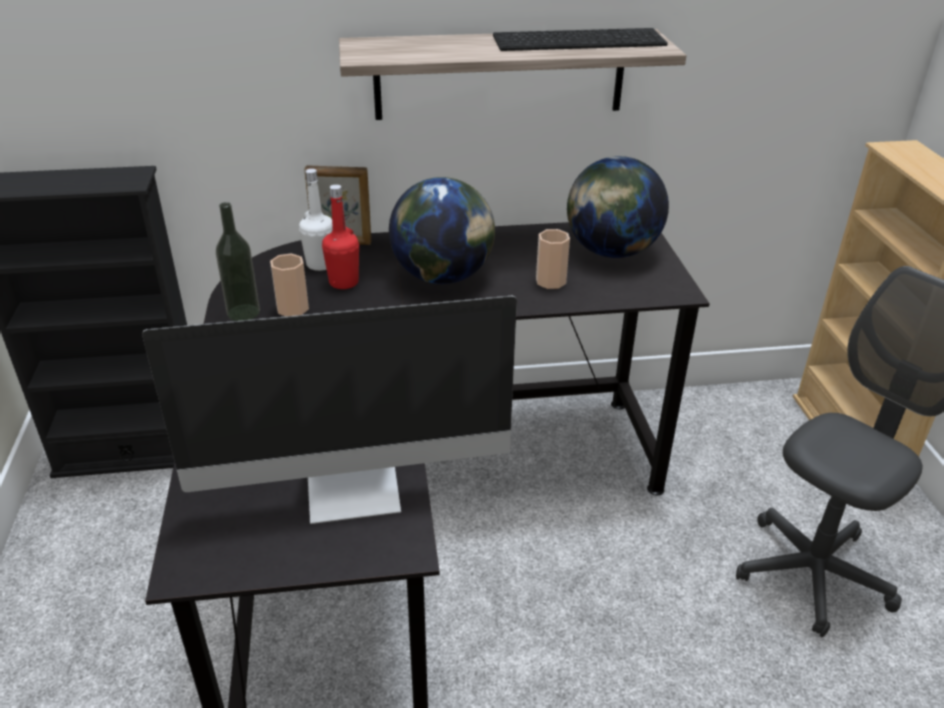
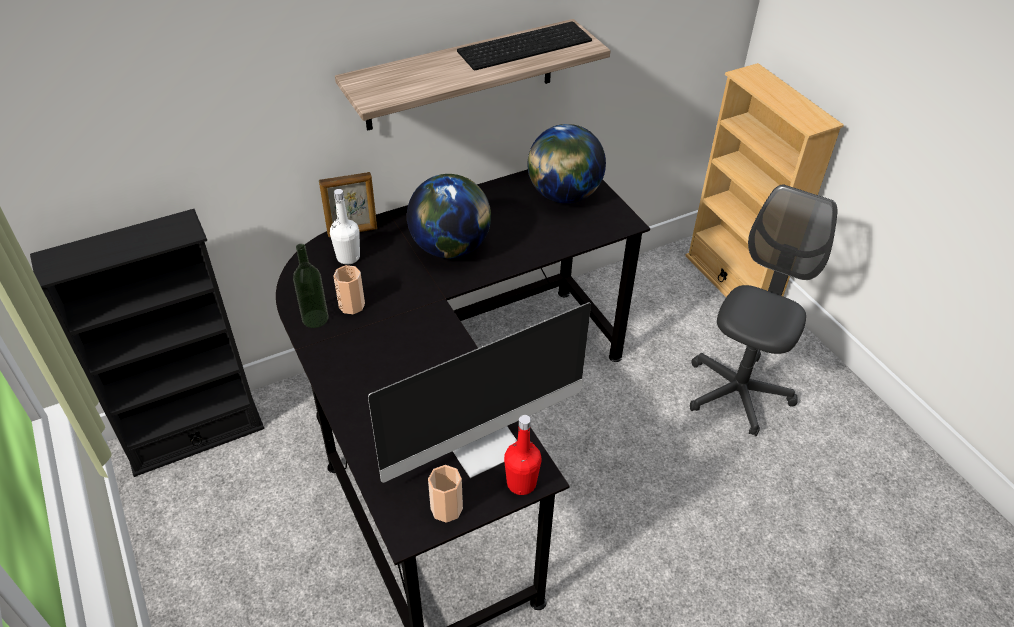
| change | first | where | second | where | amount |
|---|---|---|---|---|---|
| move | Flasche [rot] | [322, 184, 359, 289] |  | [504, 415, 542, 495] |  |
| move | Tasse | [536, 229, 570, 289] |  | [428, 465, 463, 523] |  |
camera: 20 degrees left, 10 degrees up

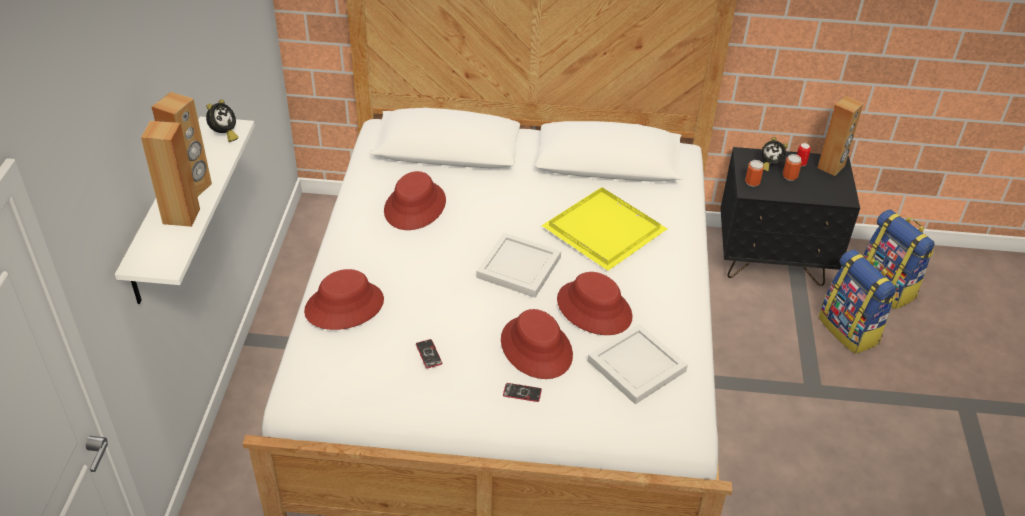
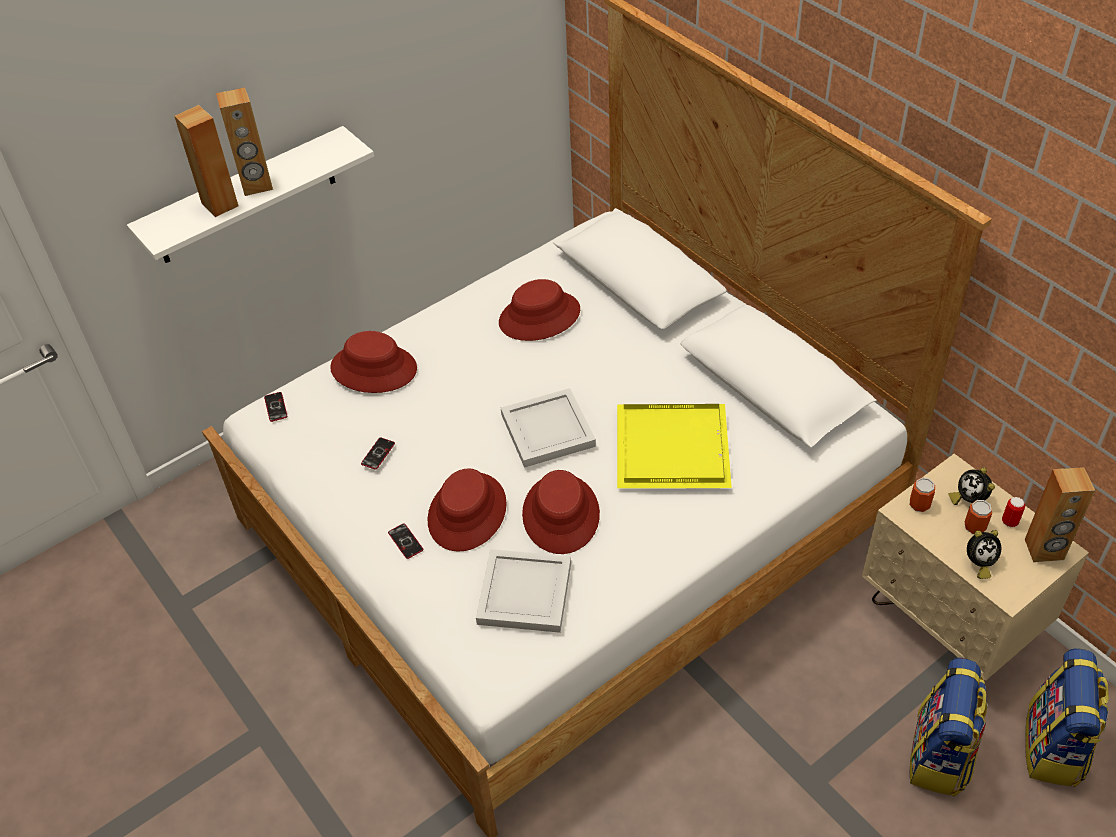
| change | first | where | second | where | amount |
|---|---|---|---|---|---|
| move | Wecker | [206, 100, 239, 142] |  | [967, 530, 1001, 579] |  |
| recolor | Nachttisch [schwarz] | [720, 147, 860, 286] | Nachttisch [beige] | [862, 454, 1089, 681] |  |
| insert |  |  | Handy | [264, 392, 288, 422] |  |
camera: 50 degrees right, 5 degrees up

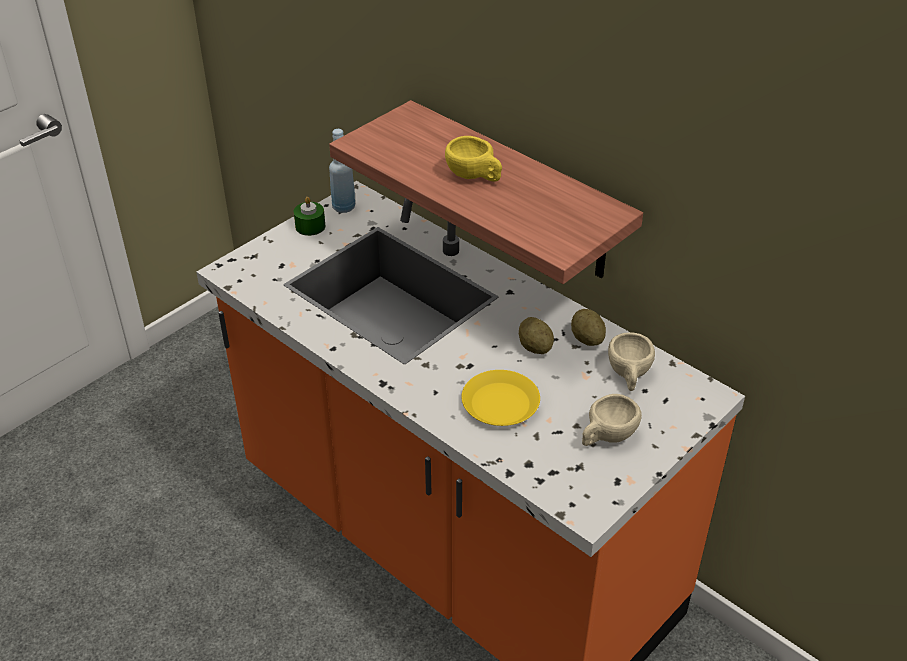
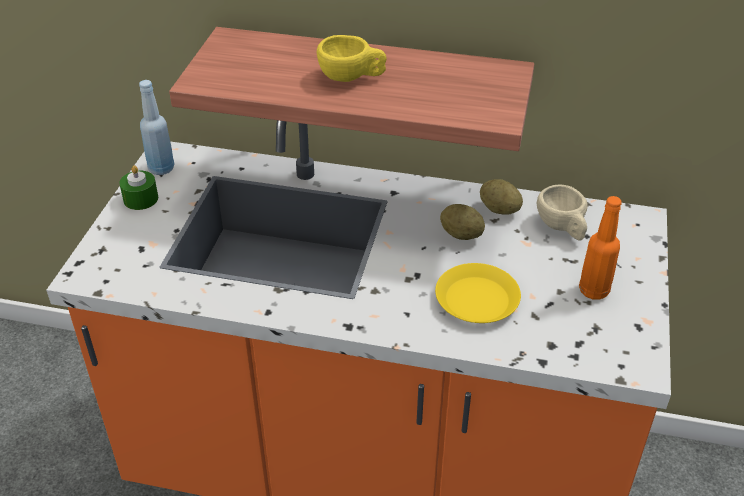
| change | first | where | second | where | amount |
|---|---|---|---|---|---|
| replace | Tasse [beige] | [582, 394, 642, 446] | Flasche [orange] | [579, 196, 622, 300] |  |
camera: 30 degrees left, 0 degrees up

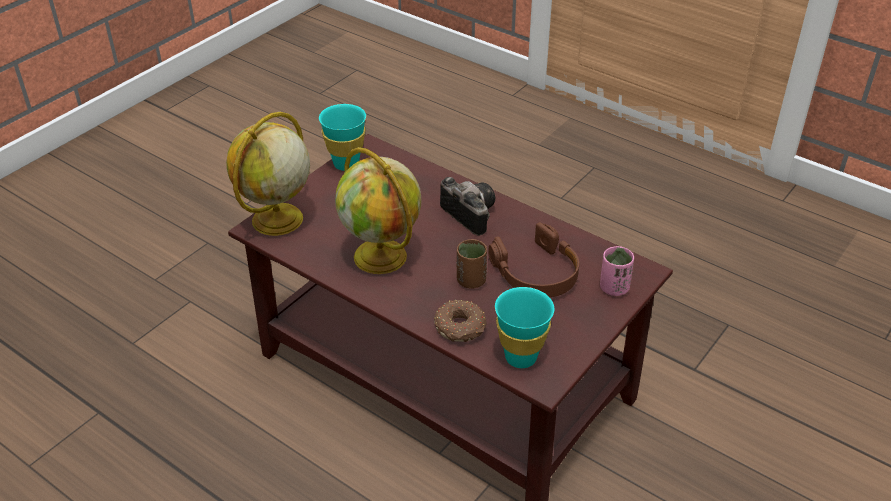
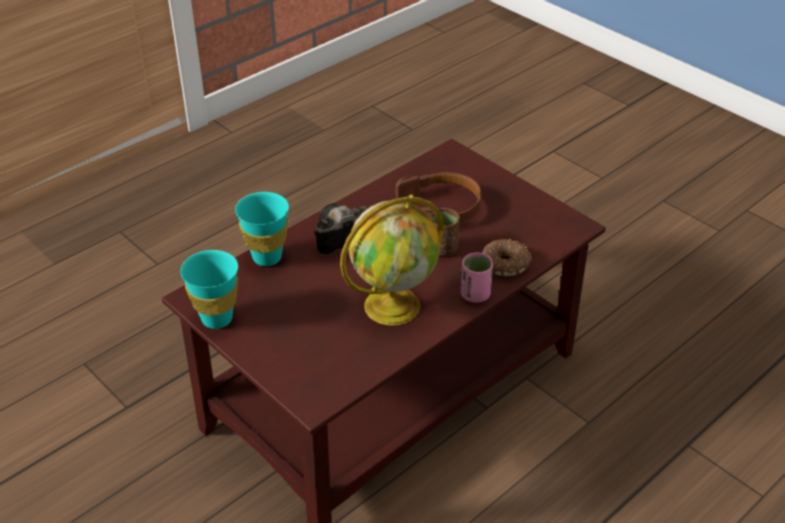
| change | first | where | second | where | amount |
|---|---|---|---|---|---|
| delete | Globus | [226, 112, 310, 236] |  |  |  |
| move | Tasse [türkis] | [495, 287, 554, 368] |  | [235, 192, 289, 266] |  |
| move | Tasse [rosa] | [600, 246, 634, 296] |  | [461, 252, 493, 303] |  |
camera: 80 degrees left, 0 degrees up

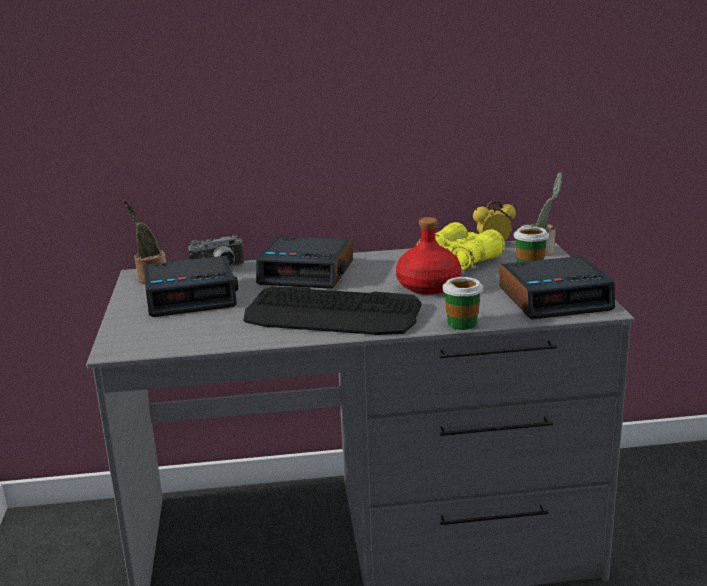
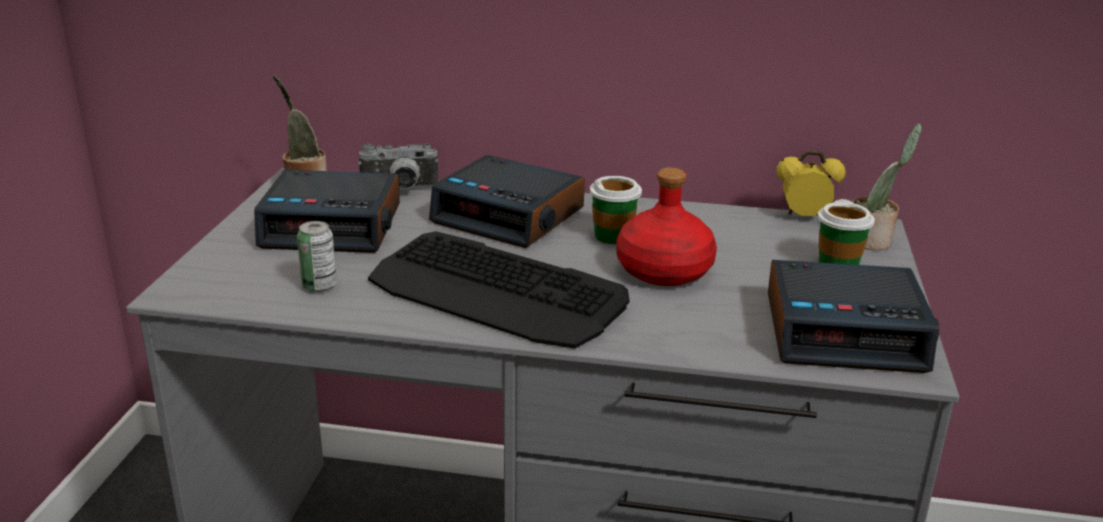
| change | first | where | second | where | amount |
|---|---|---|---|---|---|
| delete | Fernglas [gelb] | [416, 222, 505, 271] |  |  |  |
| move | Tasse | [442, 277, 483, 330] |  | [590, 176, 642, 244] |  |
| insert |  |  | Dose | [297, 221, 337, 292] |  |
camera: 15 degrees right, 5 degrees up

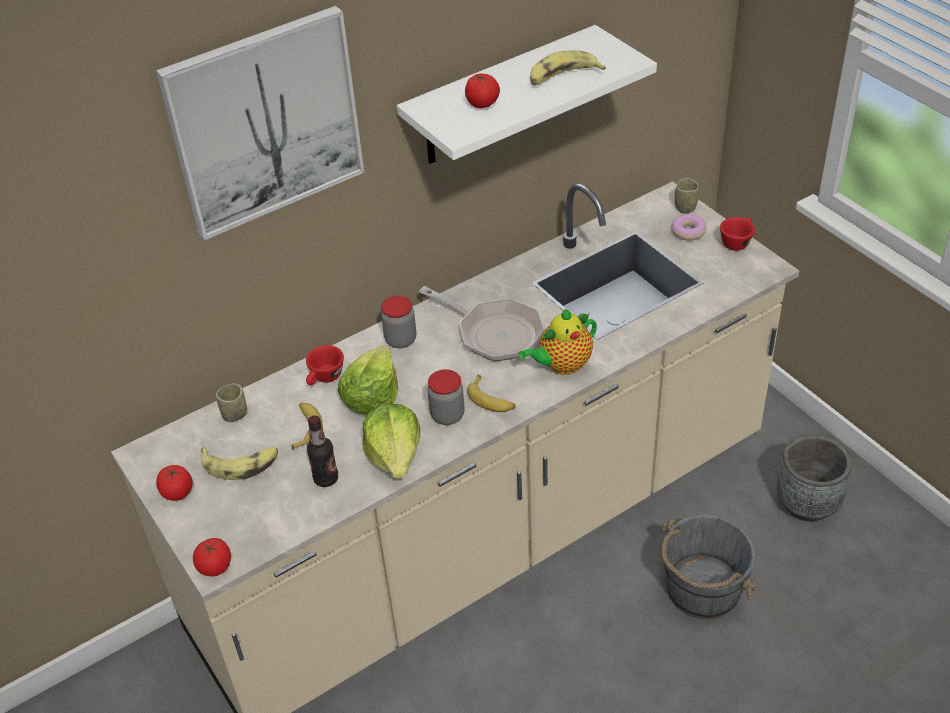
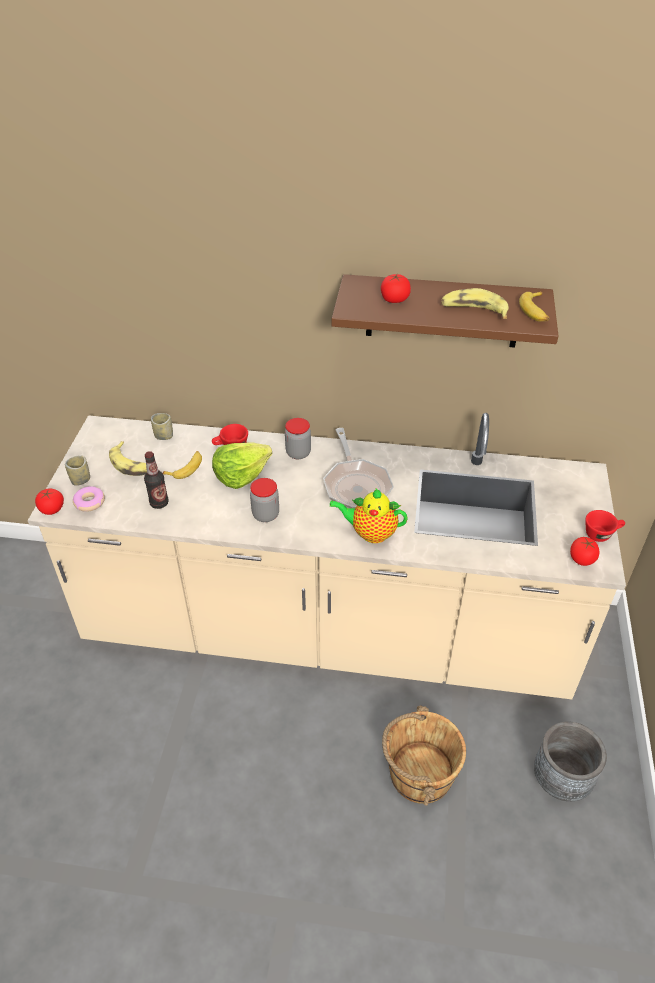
| change | first | where | second | where | amount |
|---|---|---|---|---|---|
| delete | Bild | [156, 6, 365, 241] |  |  |  |
| move | Tomate | [156, 465, 193, 501] |  | [570, 537, 600, 566] |  |
| delete | Salatkopf | [362, 403, 420, 479] |  |  |  |
| recolor | Wandregal [weiß] | [397, 25, 657, 164] | Wandregal [braun] | [332, 274, 558, 348] |  |
| move | Banane | [467, 375, 516, 412] |  | [519, 291, 549, 321] |  |
| recolor | Eimer [grau] | [661, 514, 757, 619] | Eimer [braun] | [382, 705, 466, 806] |  |
| move | Donut | [672, 214, 706, 241] |  | [73, 486, 105, 512] |  |
| move | Tasse | [675, 178, 699, 214] |  | [65, 455, 90, 486] |  |
camera: 40 degrees right, 0 degrees up

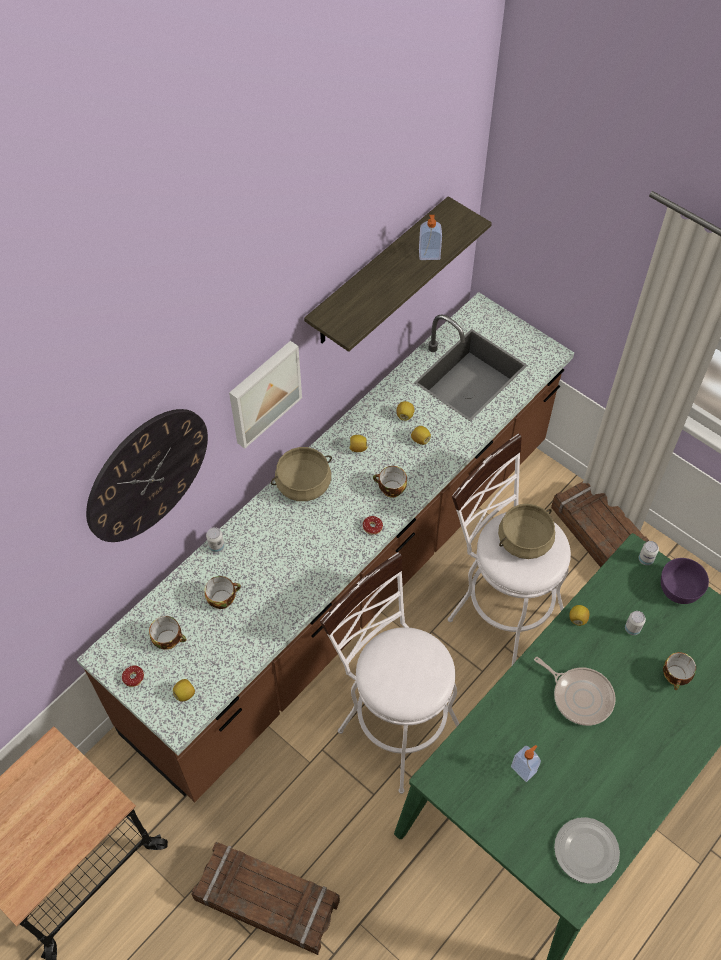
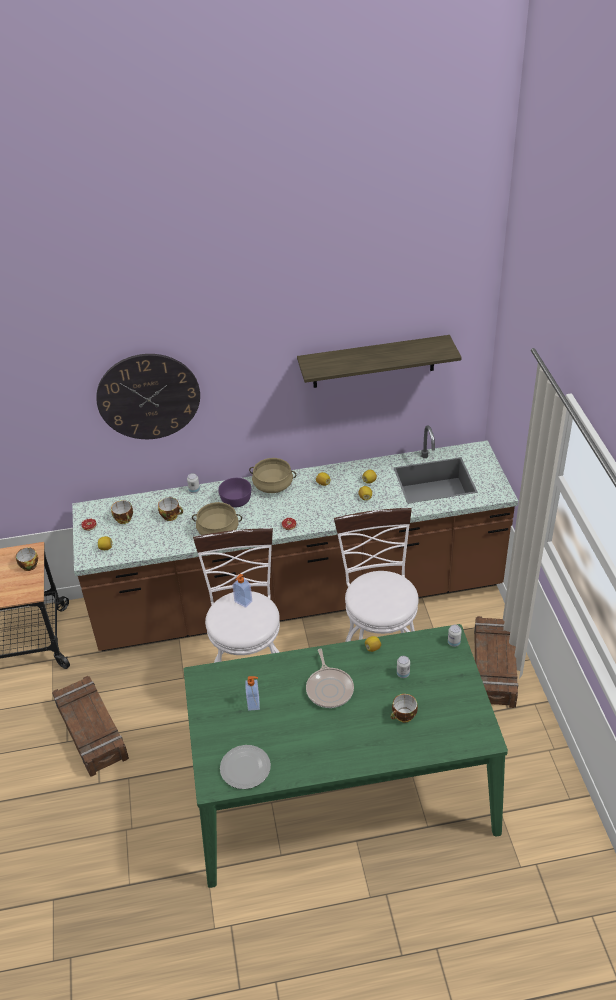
| change | first | where | second | where | amount |
|---|---|---|---|---|---|
| delete | Bild | [229, 341, 302, 449] |  |  |  |
| move | Tasse | [373, 466, 407, 498] |  | [16, 547, 38, 571] |  |
| move | Seifenspender | [419, 215, 442, 260] |  | [232, 574, 252, 608] |  |
| move | Kochtopf [beige] | [498, 504, 555, 559] |  | [192, 502, 242, 535] |  |
| move | Schüssel [lila] | [661, 558, 709, 604] |  | [218, 478, 251, 508] |  |
camera: 40 degrees right, 15 degrees down

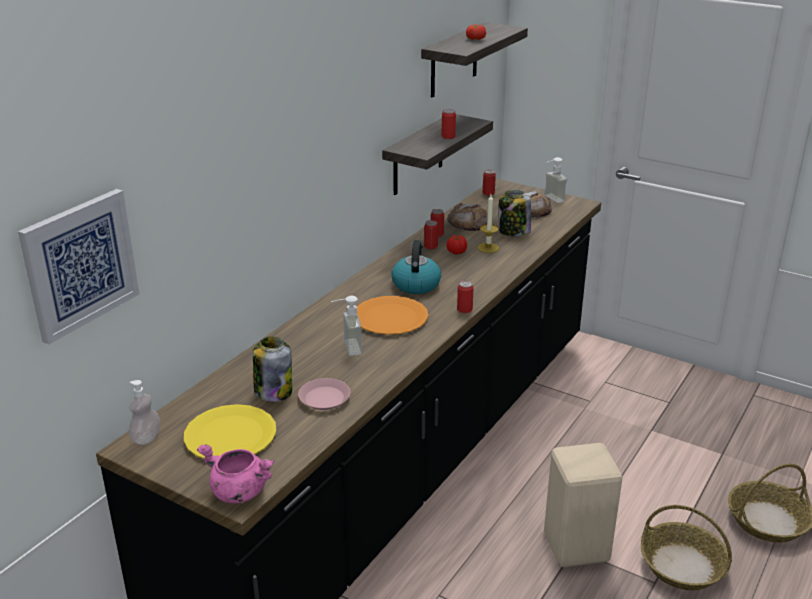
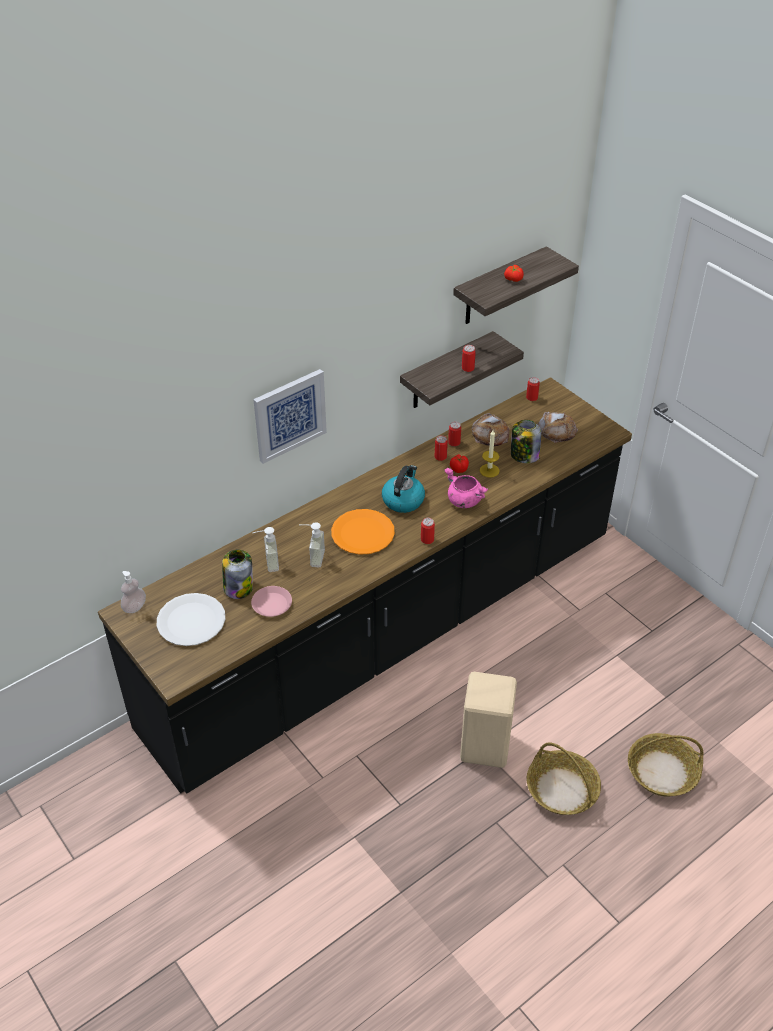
| change | first | where | second | where | amount |
|---|---|---|---|---|---|
| move | Bild | [18, 189, 139, 345] |  | [253, 369, 327, 464] |  |
| recolor | Teller [gelb] | [184, 404, 276, 459] | Teller [weiß] | [157, 593, 225, 646] |  |
| move | Kochtopf [rosa] | [197, 444, 274, 503] |  | [444, 467, 488, 508] |  |
| move | Seifenspender | [544, 157, 567, 203] |  | [253, 527, 279, 572] |  |
camera: 20 degrees right, 15 degrees up

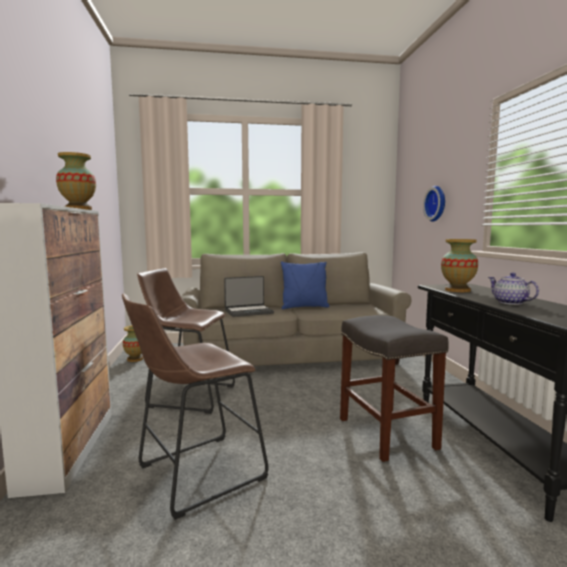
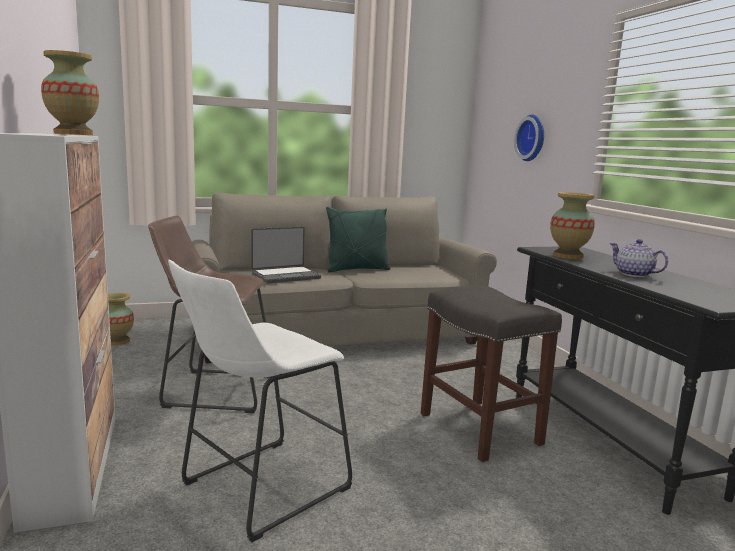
| change | first | where | second | where | amount |
|---|---|---|---|---|---|
| recolor | Hocker [braun] | [122, 293, 268, 520] | Hocker [weiß] | [168, 260, 352, 542] |  |
| recolor | Kissen [blau] | [281, 261, 330, 309] | Kissen [grün] | [326, 207, 390, 272] |  |
camera: 10 degrees left, 5 degrees up

